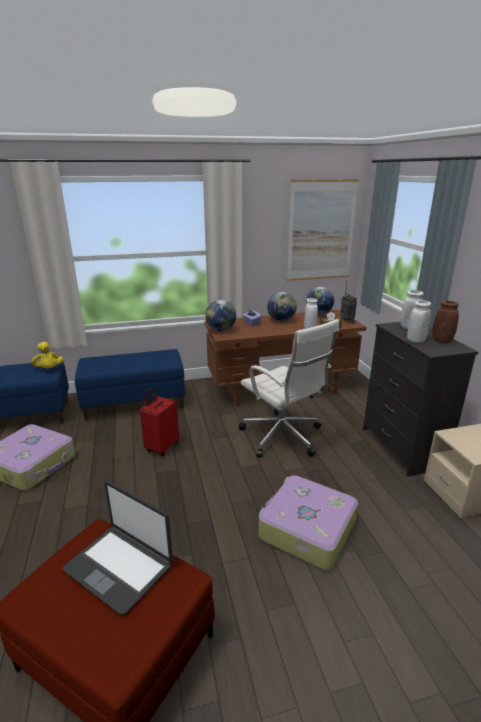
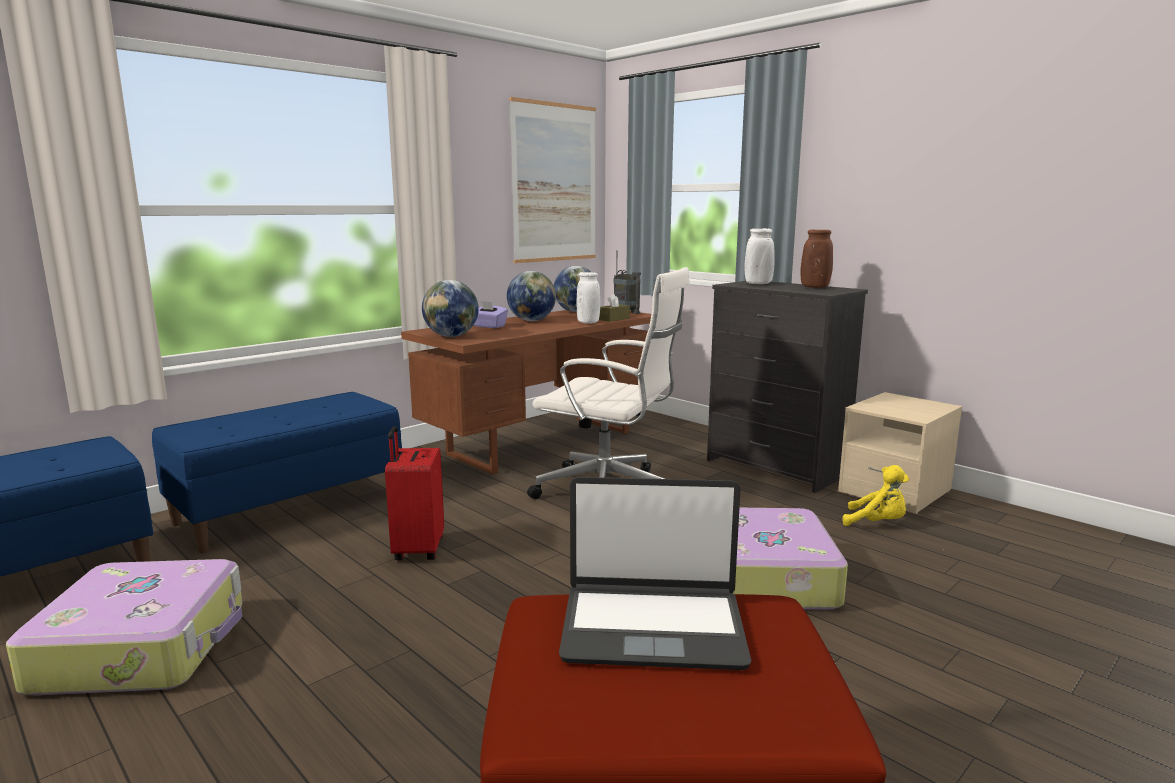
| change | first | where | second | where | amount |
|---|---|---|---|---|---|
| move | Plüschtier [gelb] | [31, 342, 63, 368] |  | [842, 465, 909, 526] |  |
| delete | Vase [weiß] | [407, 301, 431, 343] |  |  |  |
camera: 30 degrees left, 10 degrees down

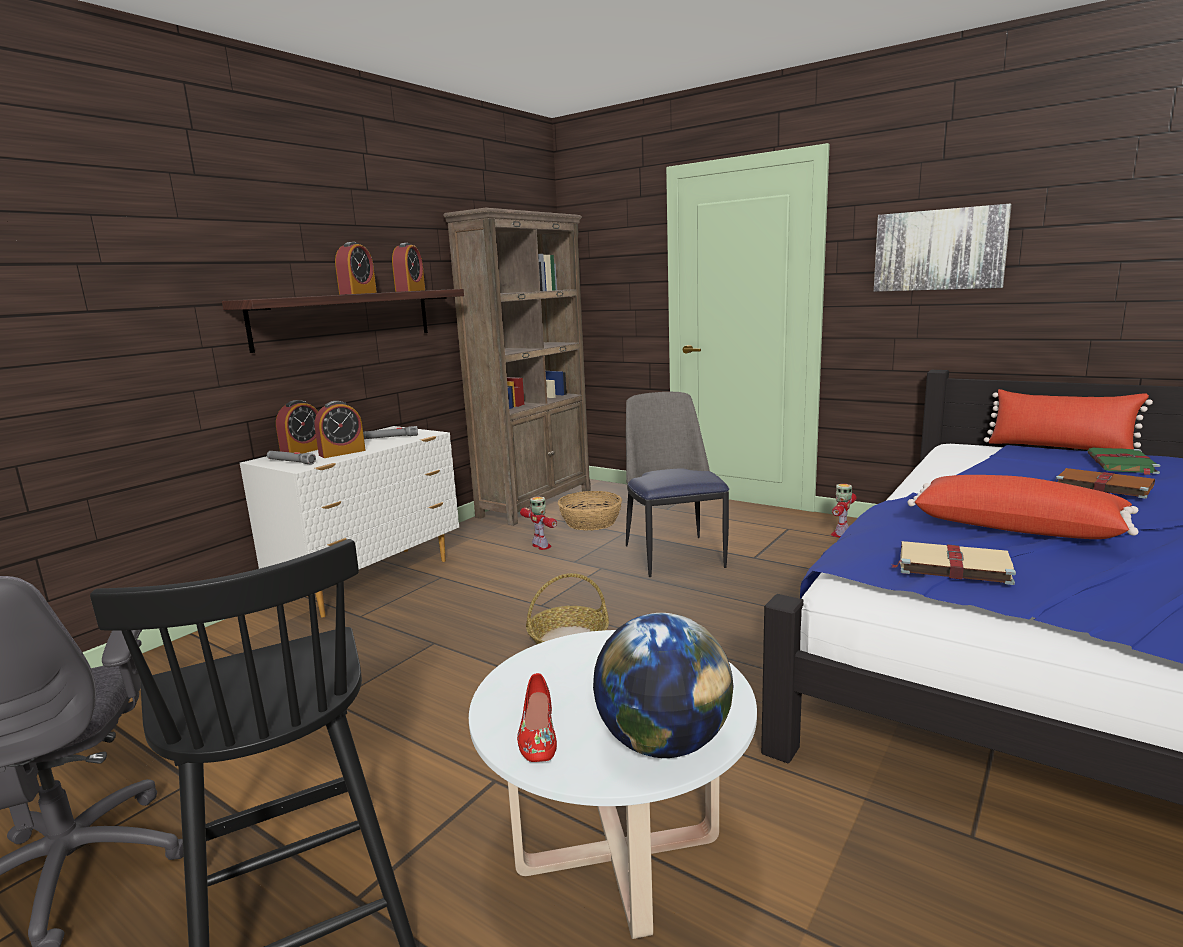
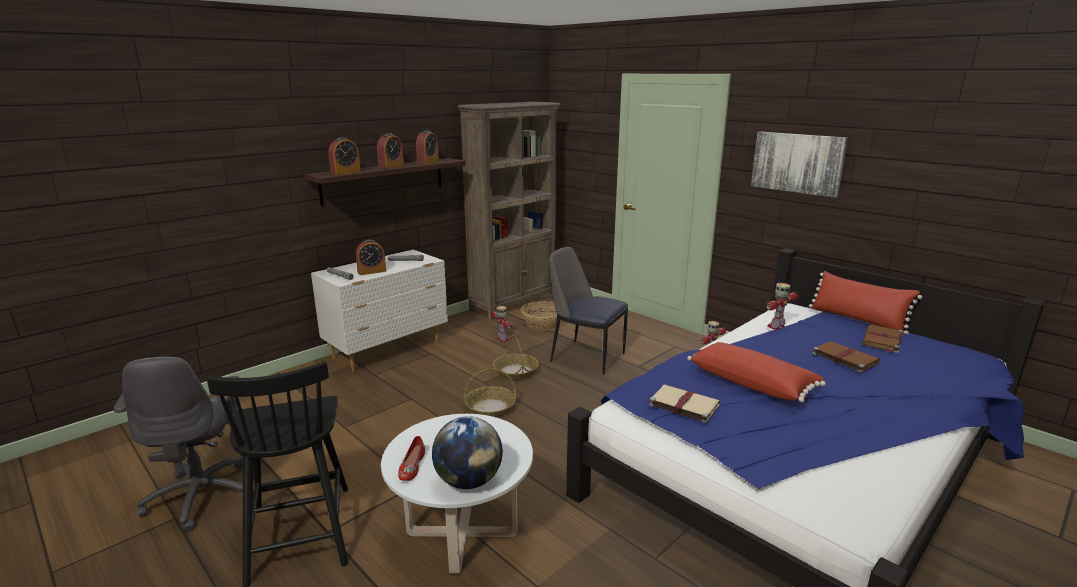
| change | first | where | second | where | amount |
|---|---|---|---|---|---|
| move | Wecker | [276, 400, 318, 454] |  | [328, 137, 361, 175] |  |
| rotate | Stuhl | [626, 392, 729, 577] |  | [549, 247, 628, 375] | 60 degrees counterclockwise |
| recolor | Buch [grün] | [1088, 448, 1160, 475] | Buch [braun] | [862, 325, 903, 353] |  |
| insert |  |  | Korb | [493, 334, 539, 380] |  |
| insert |  |  | Spielzeugroboter | [766, 283, 798, 330] |  |
camera: 10 degrees right, 5 degrees up

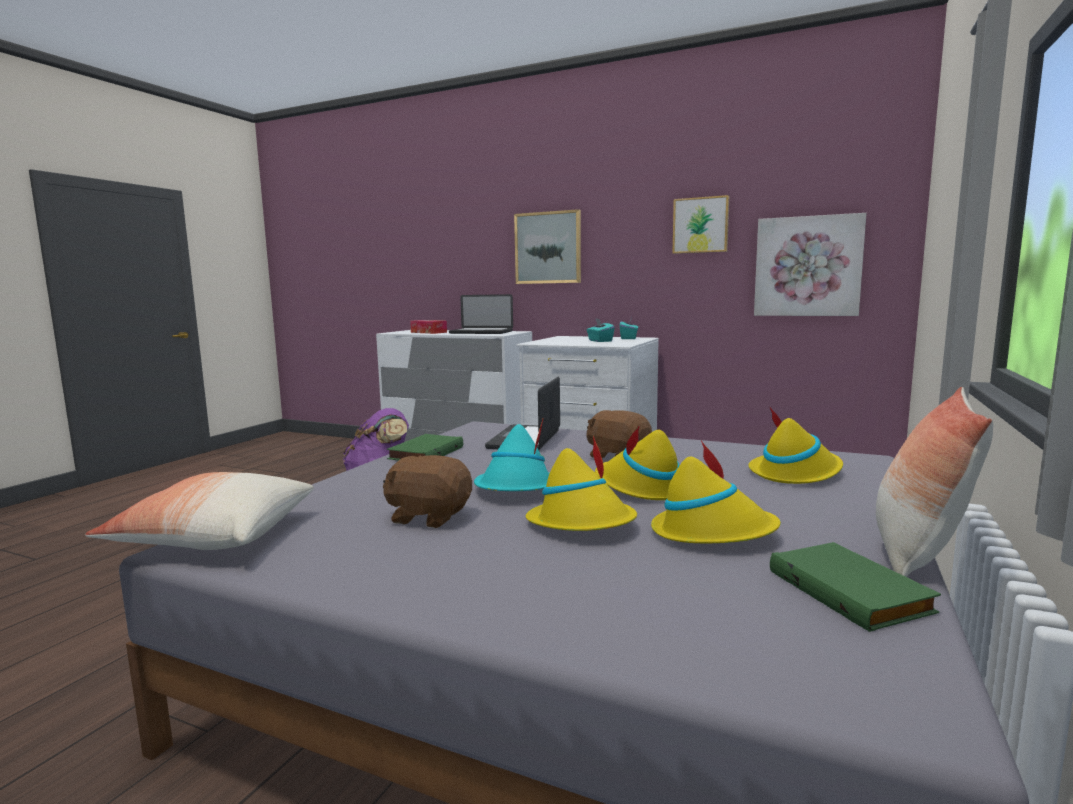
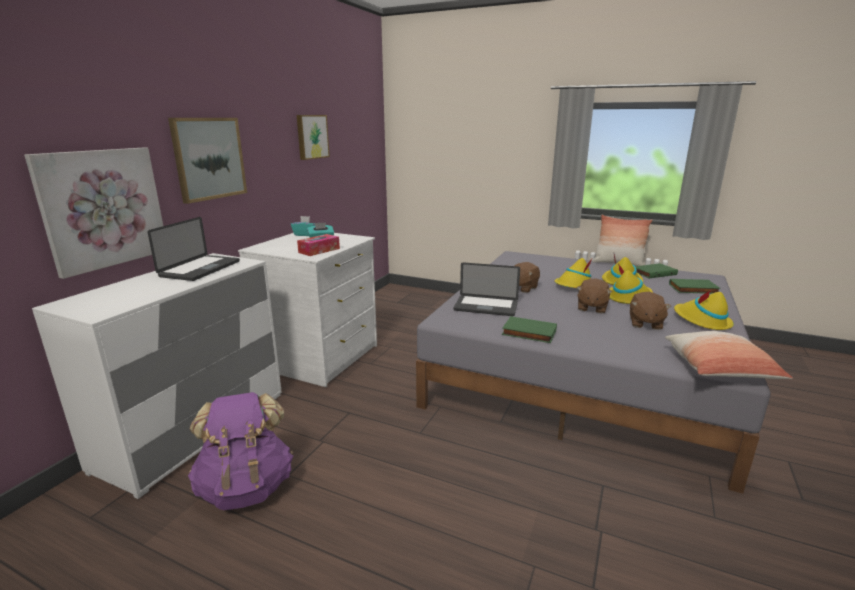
| change | first | where | second | where | amount |
|---|---|---|---|---|---|
| move | Taschentuchbox | [410, 320, 447, 334] |  | [297, 234, 340, 256] |  |
| replace | Hut [türkis] | [474, 419, 550, 491] | Plüschtier [braun] | [577, 279, 612, 314] |  |
| move | Hut [gelb] | [749, 407, 843, 484] |  | [674, 290, 734, 330] |  |
| move | Bild | [754, 213, 867, 316] |  | [24, 148, 163, 279] |  |
| insert |  |  | Buch [grün] | [669, 279, 721, 294] |  |
camera: 90 degrees left, 10 degrees up

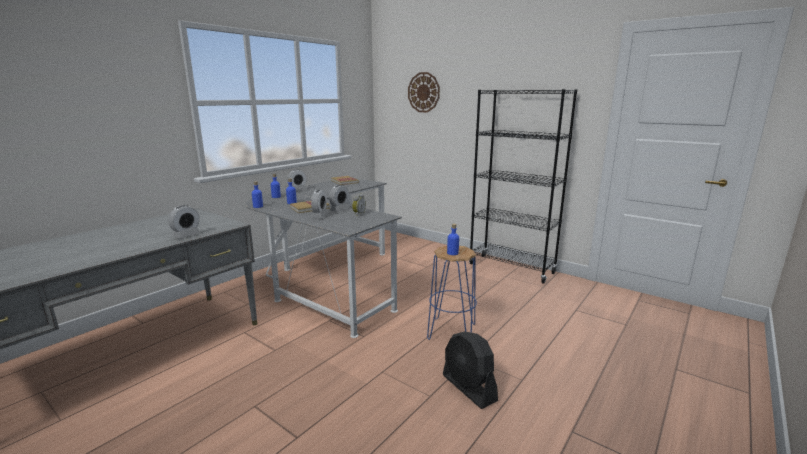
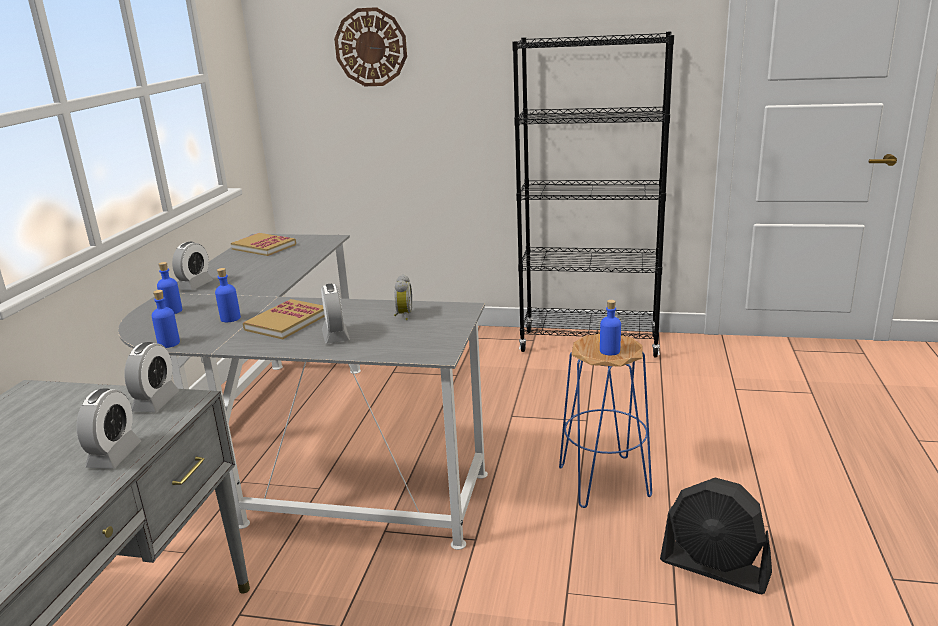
| change | first | where | second | where | amount |
|---|---|---|---|---|---|
| move | Wecker | [329, 185, 350, 212] |  | [124, 342, 180, 412] |  |
camera: 25 degrees left, 5 degrees up

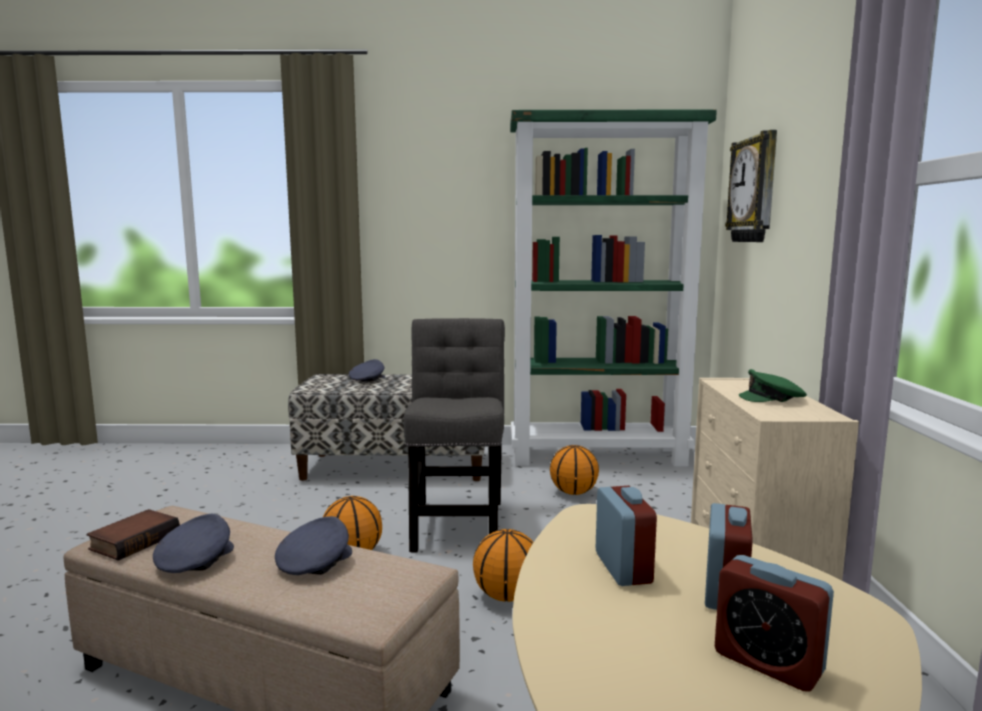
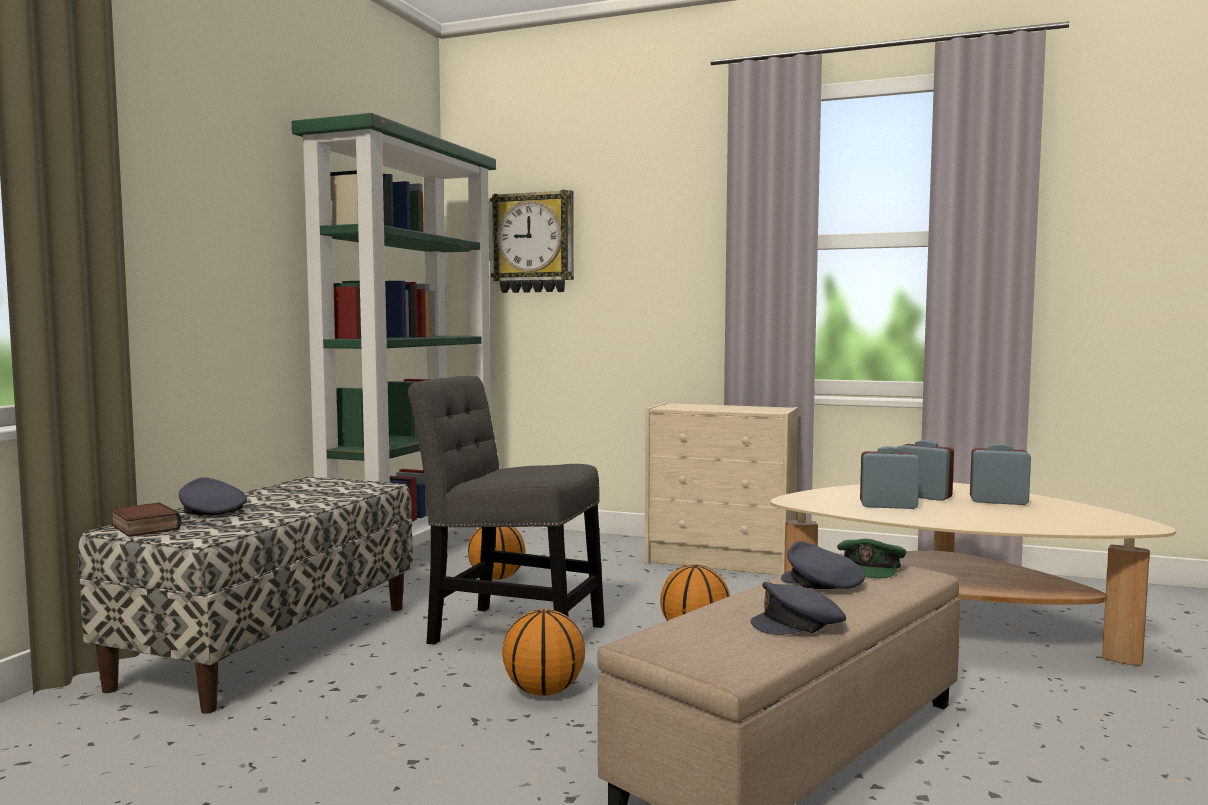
| change | first | where | second | where | amount |
|---|---|---|---|---|---|
| move | Buch | [87, 509, 180, 561] |  | [110, 502, 181, 537] |  |
| rotate | Kappe [grau] | [153, 514, 234, 573] |  | [750, 582, 846, 635] | 45 degrees counterclockwise |
| rotate | Wecker | [715, 555, 834, 692] |  | [970, 443, 1031, 505] | 135 degrees counterclockwise |
| move | Kappe [grün] | [739, 369, 807, 402] |  | [837, 539, 906, 578] |  |
camera: 70 degrees left, 5 degrees down

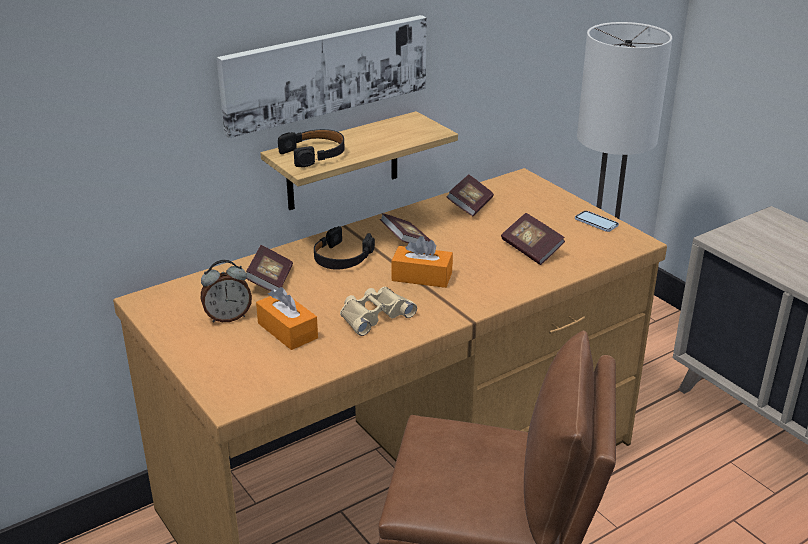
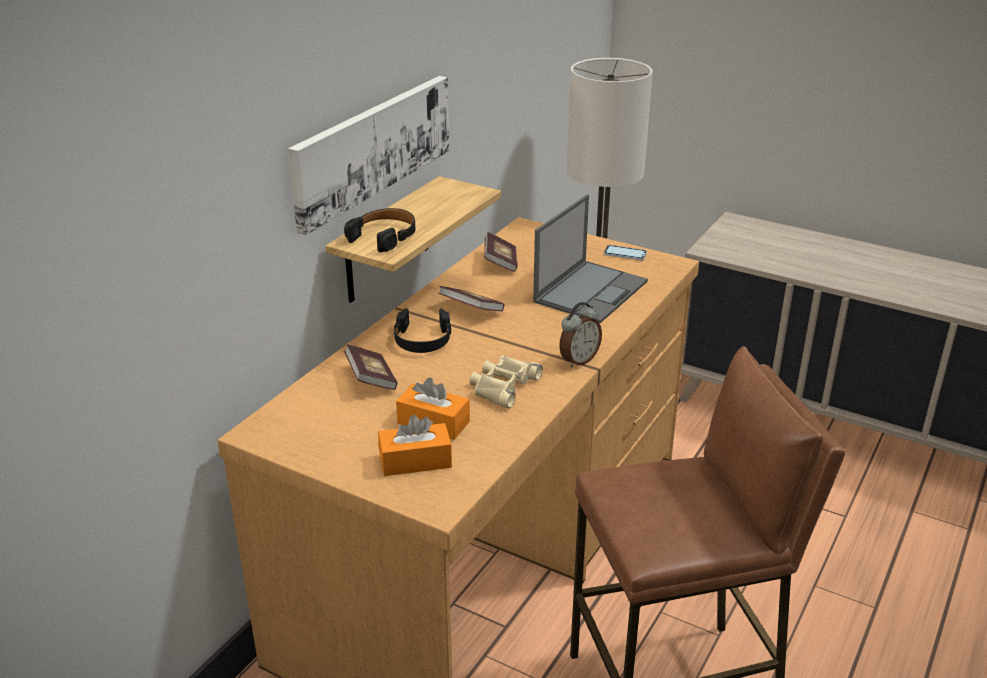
| change | first | where | second | where | amount |
|---|---|---|---|---|---|
| move | Wecker | [201, 260, 252, 323] |  | [559, 302, 602, 368] |  |
| move | Taschentuchbox [orange] | [391, 236, 453, 288] |  | [378, 415, 452, 476] |  |
| replace | Buch | [501, 213, 565, 265] | Laptop | [533, 195, 648, 323] |  |
camera: 25 degrees left, 0 degrees up

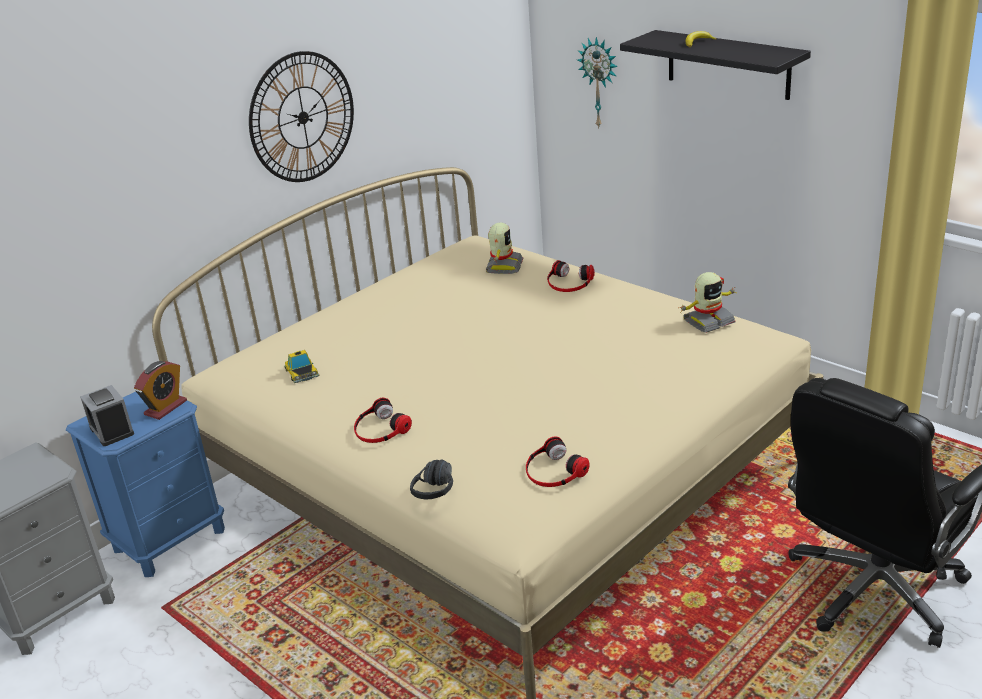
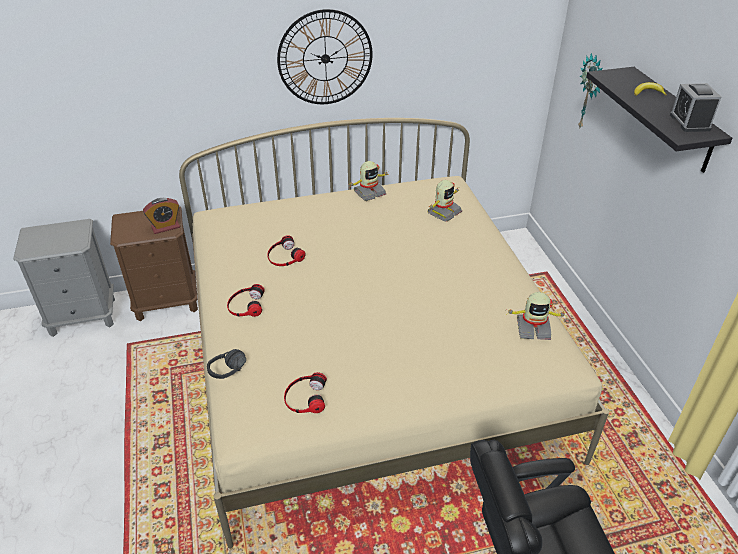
| change | first | where | second | where | amount |
|---|---|---|---|---|---|
| recolor | Nachttisch [blau] | [66, 391, 225, 577] | Nachttisch [braun] | [110, 206, 198, 321] |  |
| move | Wecker | [80, 385, 134, 446] |  | [670, 83, 721, 132] |  |
| delete | Spielzeugauto | [284, 350, 319, 383] |  |  |  |
| move | Kopfhörer | [547, 260, 595, 292] |  | [267, 235, 305, 266] |  |
| insert |  |  | Spielzeugroboter | [350, 161, 389, 201] |  |
camera: 30 degrees right, 10 degrees up

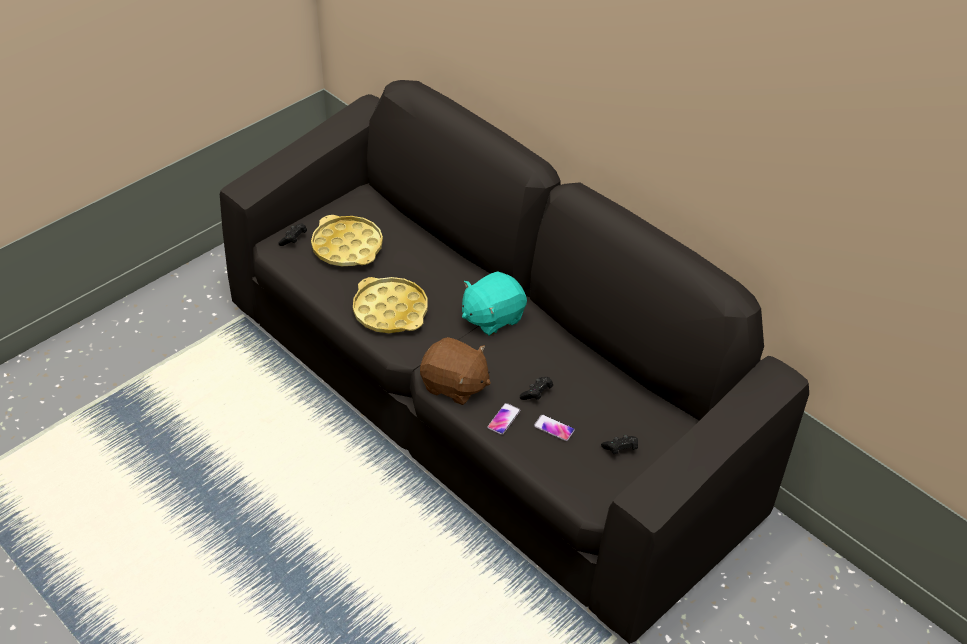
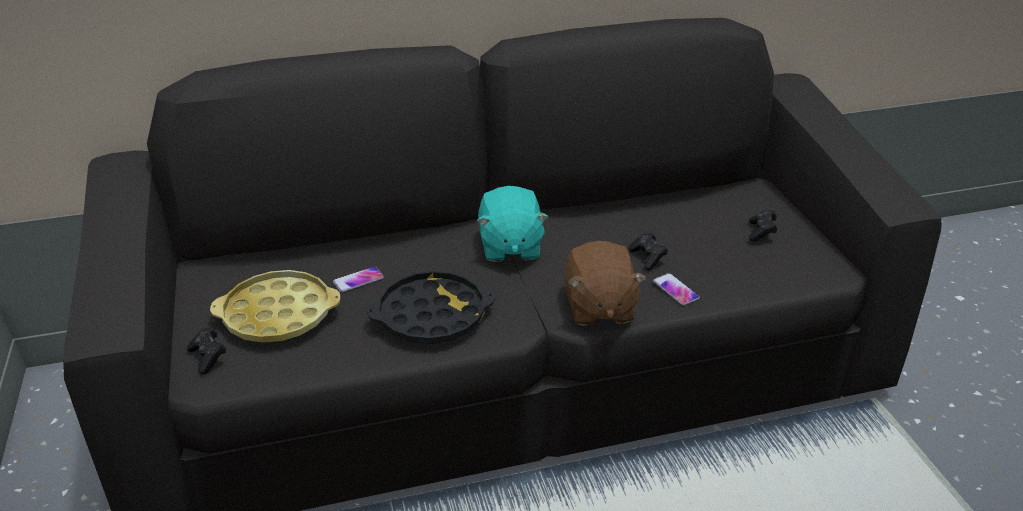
| change | first | where | second | where | amount |
|---|---|---|---|---|---|
| recolor | Tablett [gelb] | [353, 277, 428, 333] | Tablett [schwarz] | [367, 271, 495, 344] |  |
| rotate | Plüschtier [braun] | [420, 337, 491, 405] |  | [565, 241, 646, 326] | 120 degrees clockwise |
| move | Handy | [534, 414, 575, 441] |  | [333, 266, 384, 292] |  |
camera: 60 degrees left, 10 degrees down

